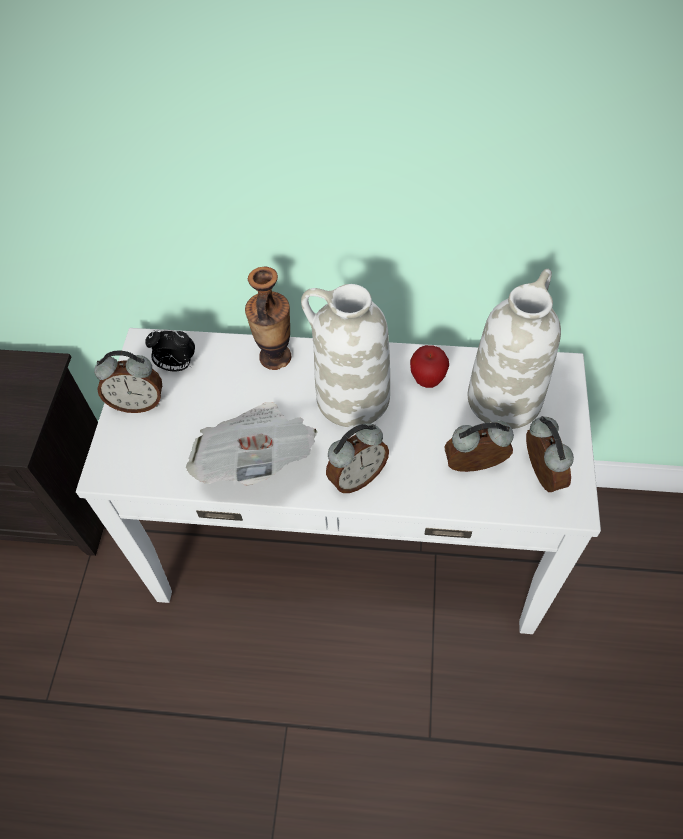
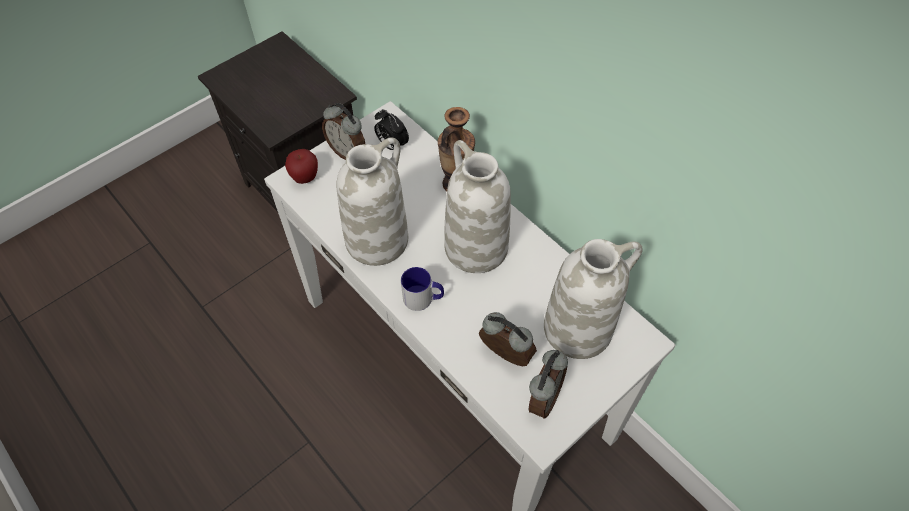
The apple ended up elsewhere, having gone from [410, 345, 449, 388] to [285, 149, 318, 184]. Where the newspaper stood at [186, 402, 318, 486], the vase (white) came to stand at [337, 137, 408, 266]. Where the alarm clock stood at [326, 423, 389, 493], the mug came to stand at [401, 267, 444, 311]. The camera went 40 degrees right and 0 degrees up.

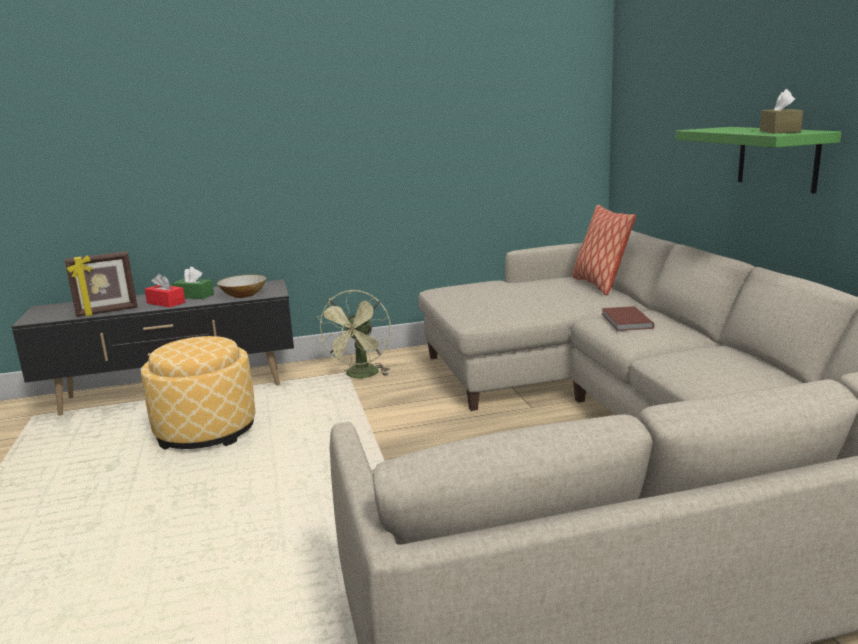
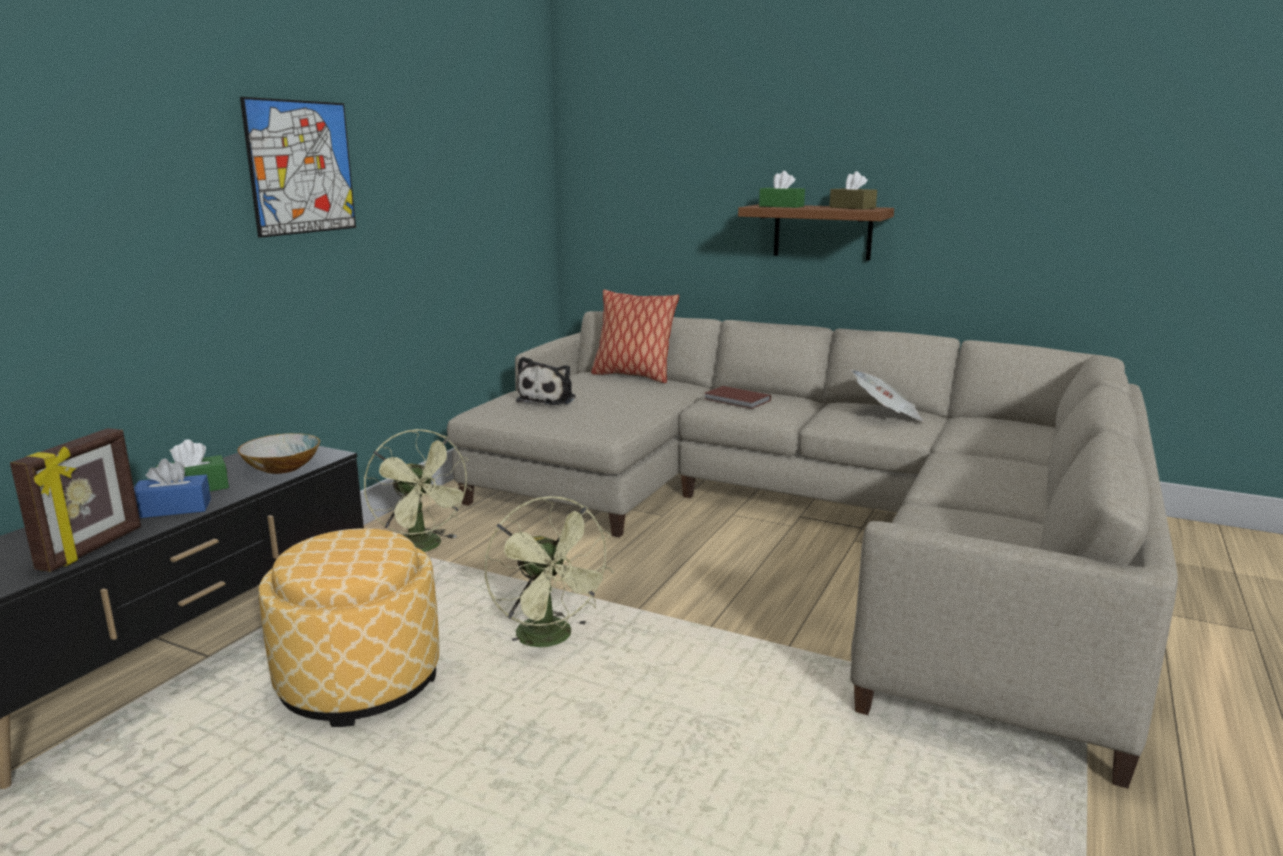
What was the shelf (green) at [675, 127, 841, 193] turned into the shelf (brown) at [738, 204, 894, 261]. What was the tissue box (red) at [145, 274, 185, 307] turned into the tissue box (blue) at [134, 458, 211, 518]. The second view gained the picture at [240, 97, 356, 238]. The second view gained the tissue box (green) at [759, 171, 805, 208]. The second view gained the plush toy at [516, 357, 576, 405]. The second view gained the newspaper at [850, 369, 924, 421]. The second view gained the fan (green) at [485, 496, 614, 647]. The camera went 50 degrees left and 0 degrees up.

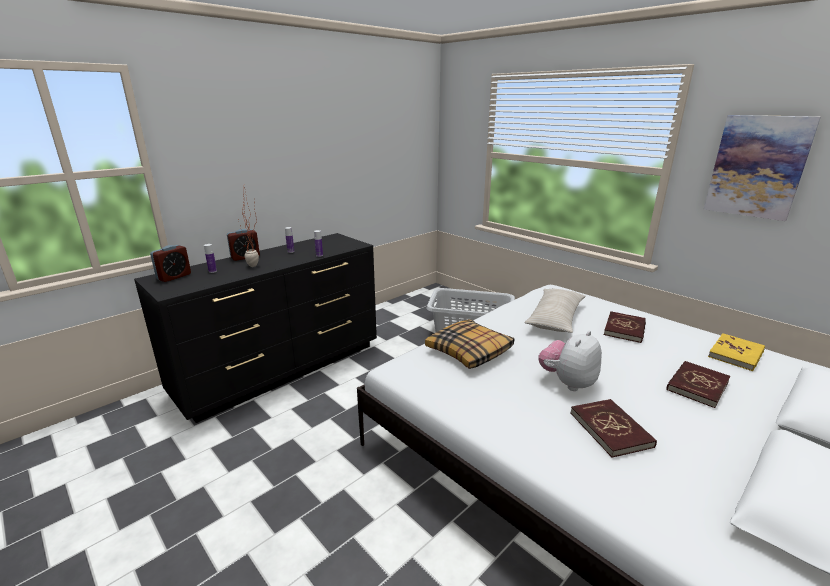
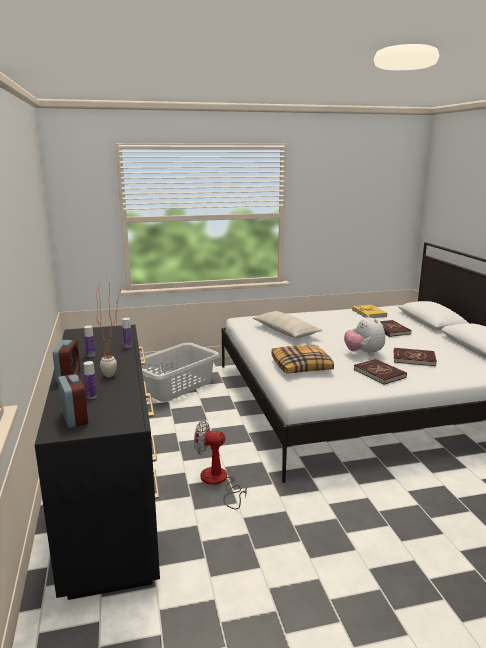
The second view lost the picture at [704, 115, 821, 221]. The book (red) ended up elsewhere, having gone from [604, 311, 646, 343] to [354, 359, 407, 385]. The second view gained the fan at [194, 420, 247, 509]. The camera went 60 degrees left and 5 degrees down.

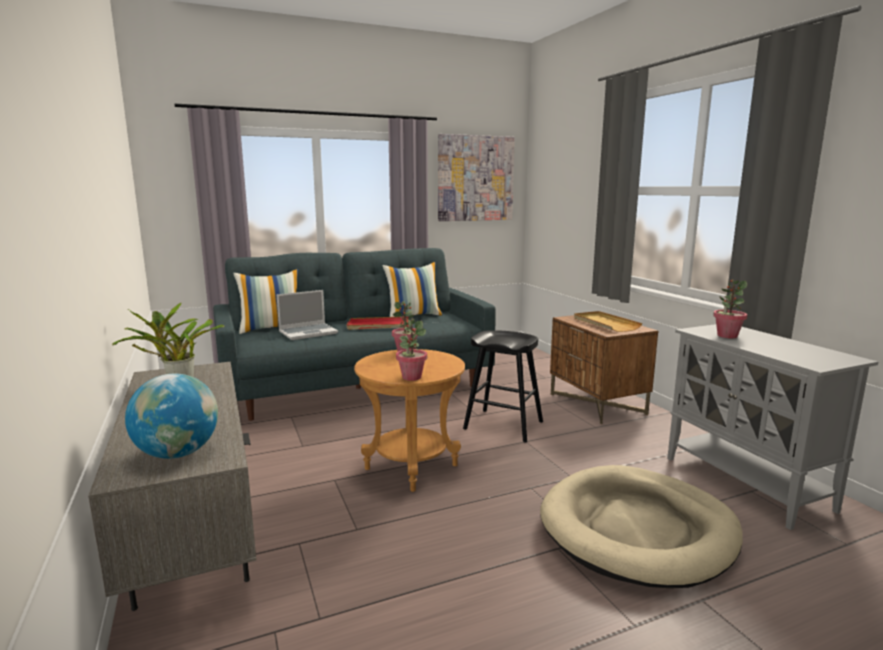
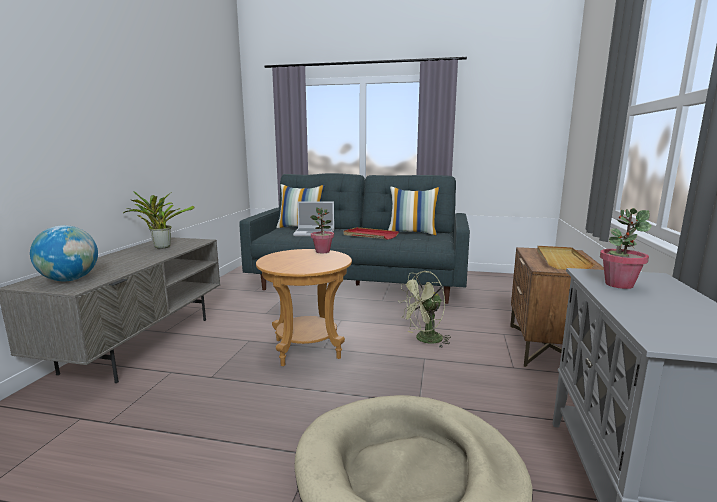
The second view lost the picture at [438, 134, 515, 221]. The second view lost the potted plant at [396, 319, 427, 381]. Where the stool (black) stood at [463, 330, 543, 443], the fan (green) came to stand at [398, 271, 451, 347]. The camera went 35 degrees right and 0 degrees up.

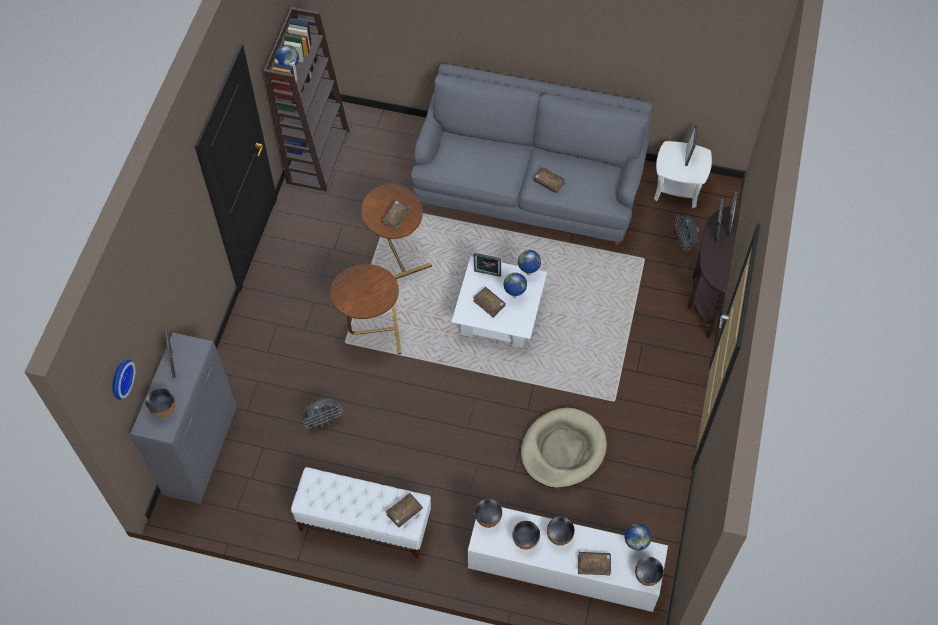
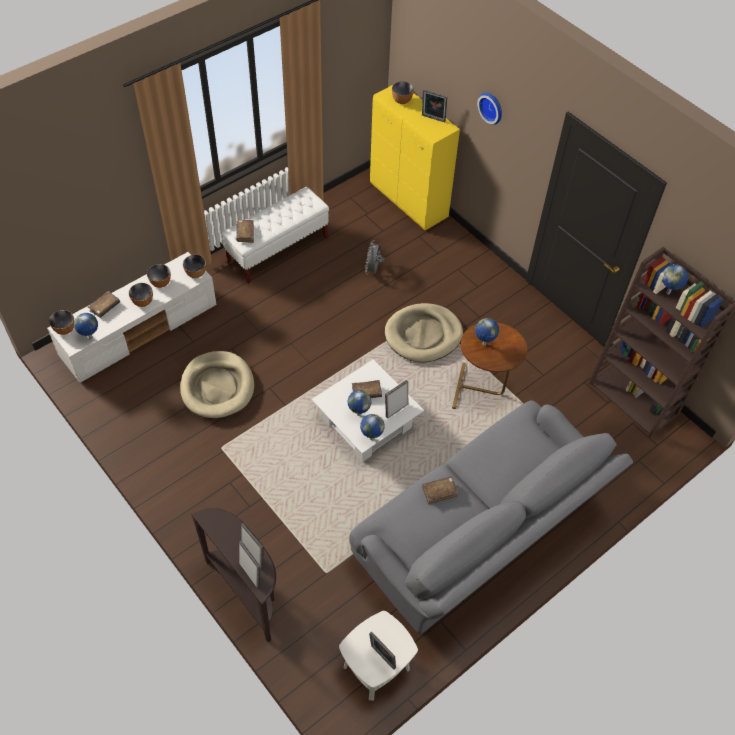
Where the book (brown) stood at [381, 200, 411, 231], the globe came to stand at [475, 318, 499, 346]. The second view lost the fan (grey) at [675, 214, 699, 252]. Where the side table (brown) stood at [330, 264, 401, 354], the dog bed (beige) came to stand at [385, 303, 463, 362]. What was the cabinet (grey) at [130, 333, 237, 504] turned into the cabinet (yellow) at [370, 85, 460, 230]. The wall clock ended up elsewhere, having gone from [112, 359, 136, 400] to [477, 93, 502, 124]. The camera went 125 degrees right and 5 degrees down.

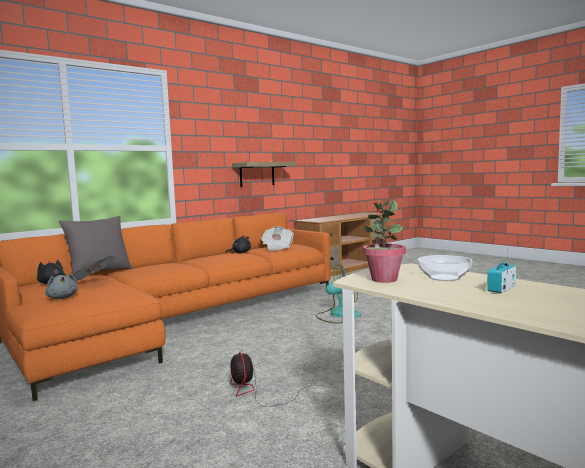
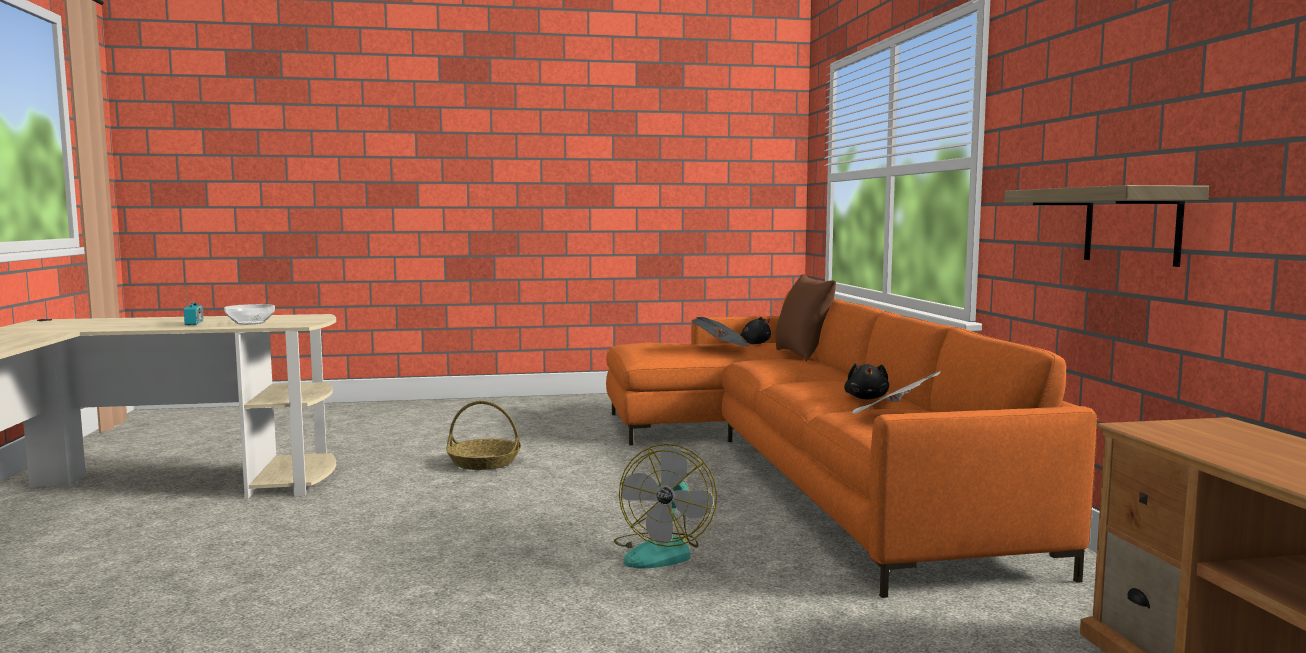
The second view lost the potted plant at [363, 200, 406, 283]. What was the pillow (grey) at [59, 216, 132, 275] turned into the pillow (brown) at [775, 274, 836, 361]. The second view lost the plush toy (grey) at [45, 274, 77, 299]. Where the fan stood at [230, 352, 314, 407], the basket came to stand at [446, 401, 521, 470]. The camera went 120 degrees right and 0 degrees up.

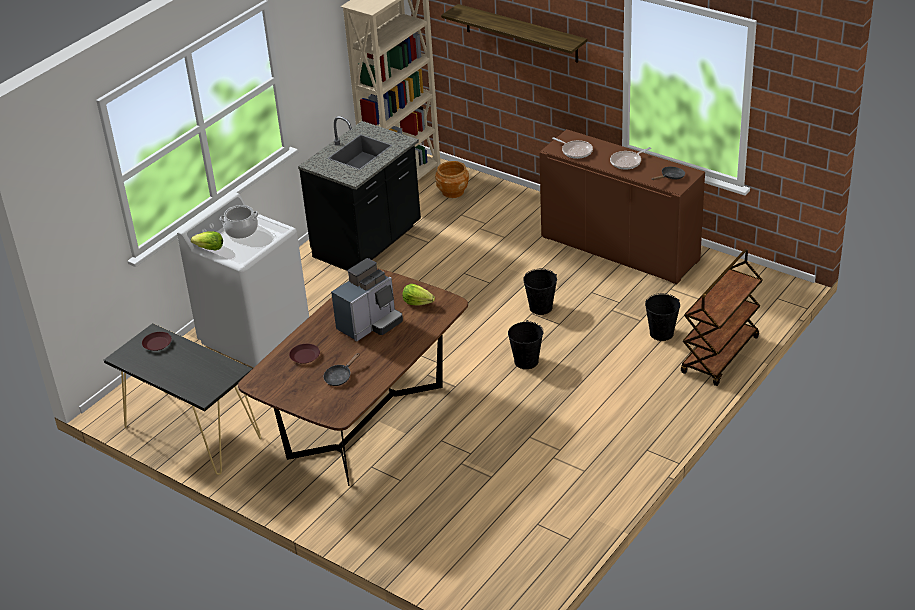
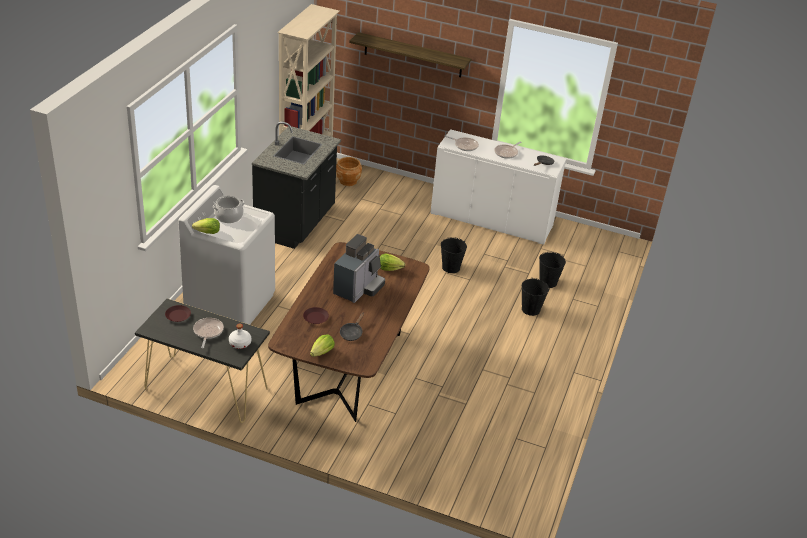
What was the cabinet (brown) at [539, 129, 705, 284] turned into the cabinet (white) at [430, 129, 566, 245]. The second view lost the cart (brown) at [681, 249, 763, 386]. The bucket (black) ended up elsewhere, having gone from [508, 320, 544, 369] to [522, 277, 549, 316]. The second view gained the frying pan at [193, 318, 224, 348]. The second view gained the bottle (white) at [229, 324, 251, 349]. The second view gained the lettuce at [310, 335, 335, 357]. The camera went 20 degrees left and 0 degrees up.

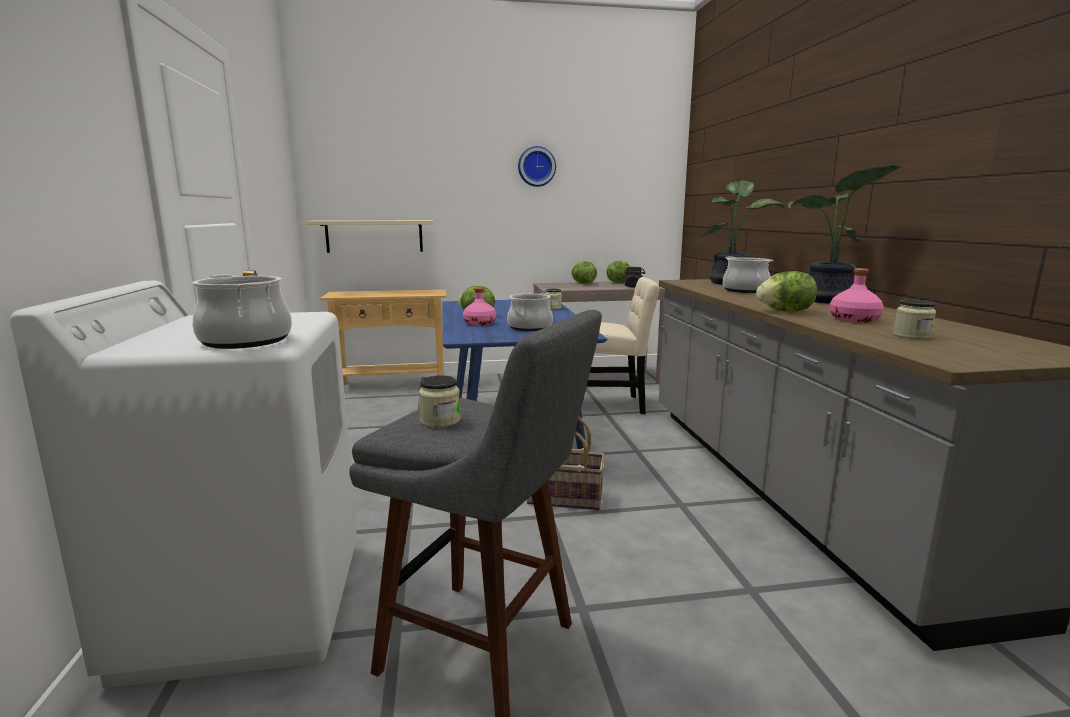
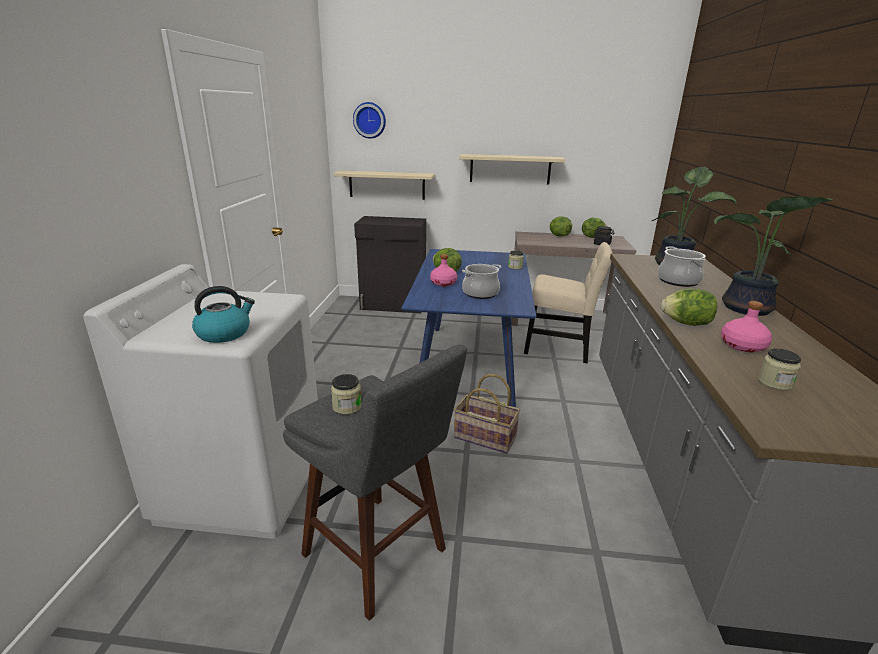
The wall clock ended up elsewhere, having gone from [518, 146, 556, 187] to [353, 102, 386, 139]. Where the cooking pot stood at [192, 274, 292, 349], the kettle came to stand at [192, 286, 255, 343]. Where the console table (beige) stood at [320, 290, 447, 384], the cabinet (black) came to stand at [354, 216, 426, 313]. The second view gained the shelf (beige) at [459, 154, 565, 185]. The camera went 15 degrees right and 10 degrees up.

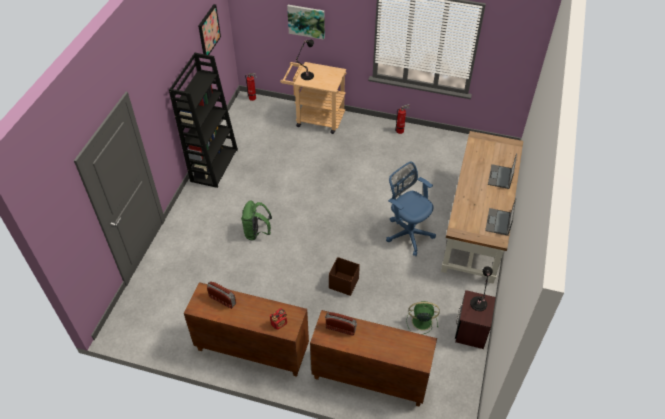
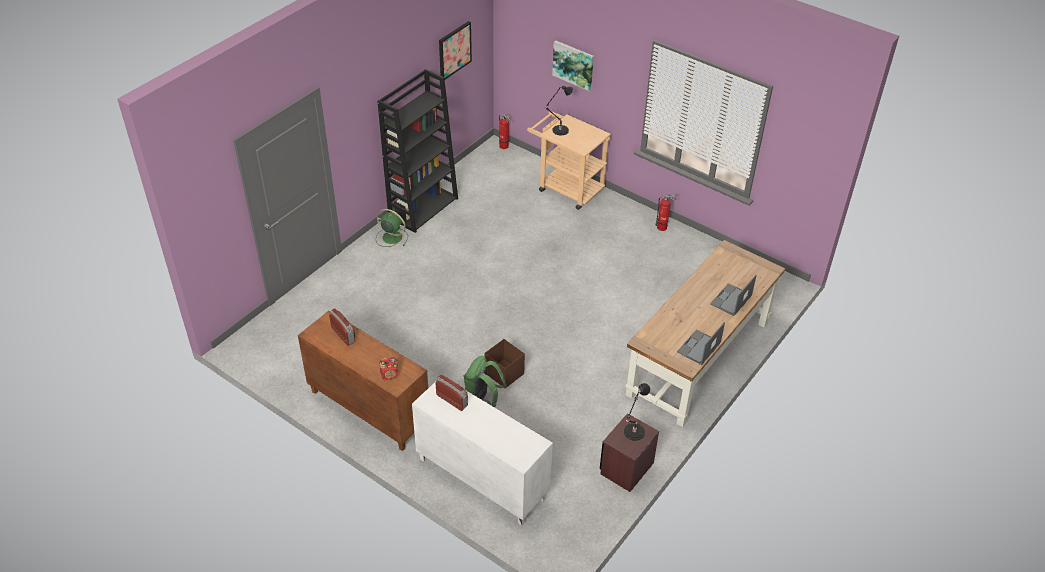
The second view lost the office chair (blue) at [386, 162, 436, 256]. The backpack (green) ended up elsewhere, having gone from [241, 200, 272, 241] to [463, 356, 506, 407]. The fan (green) ended up elsewhere, having gone from [406, 301, 440, 334] to [376, 209, 408, 247]. What was the cabinet (brown) at [310, 310, 437, 407] turned into the cabinet (white) at [412, 383, 553, 526]. The camera went 20 degrees right and 5 degrees down.

